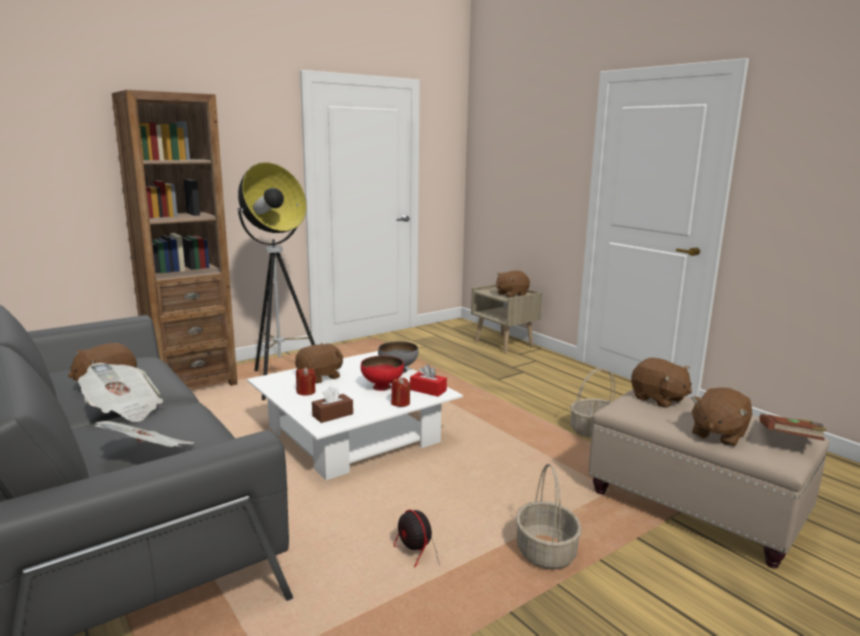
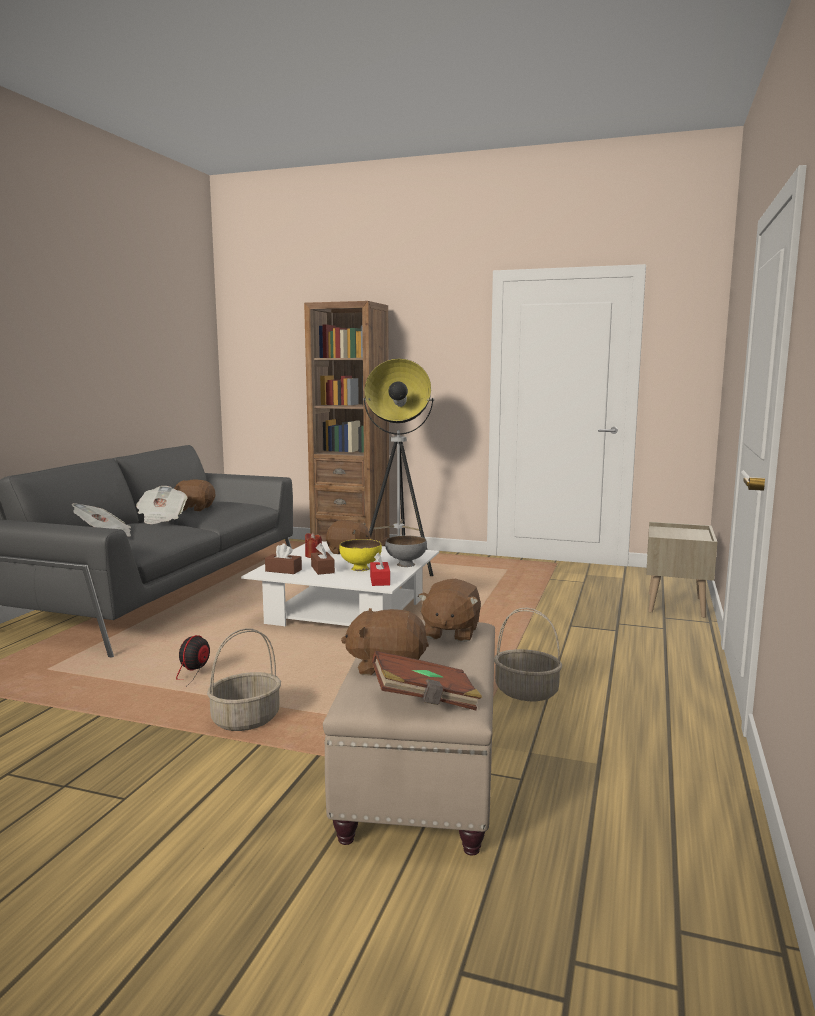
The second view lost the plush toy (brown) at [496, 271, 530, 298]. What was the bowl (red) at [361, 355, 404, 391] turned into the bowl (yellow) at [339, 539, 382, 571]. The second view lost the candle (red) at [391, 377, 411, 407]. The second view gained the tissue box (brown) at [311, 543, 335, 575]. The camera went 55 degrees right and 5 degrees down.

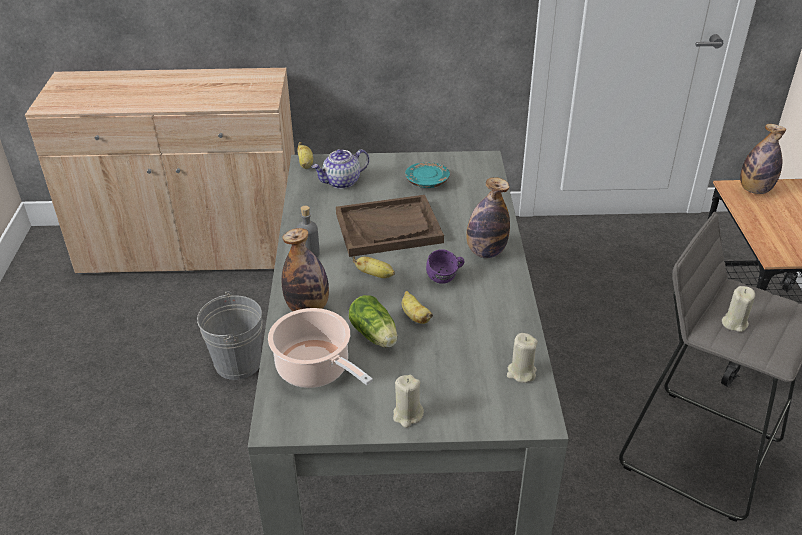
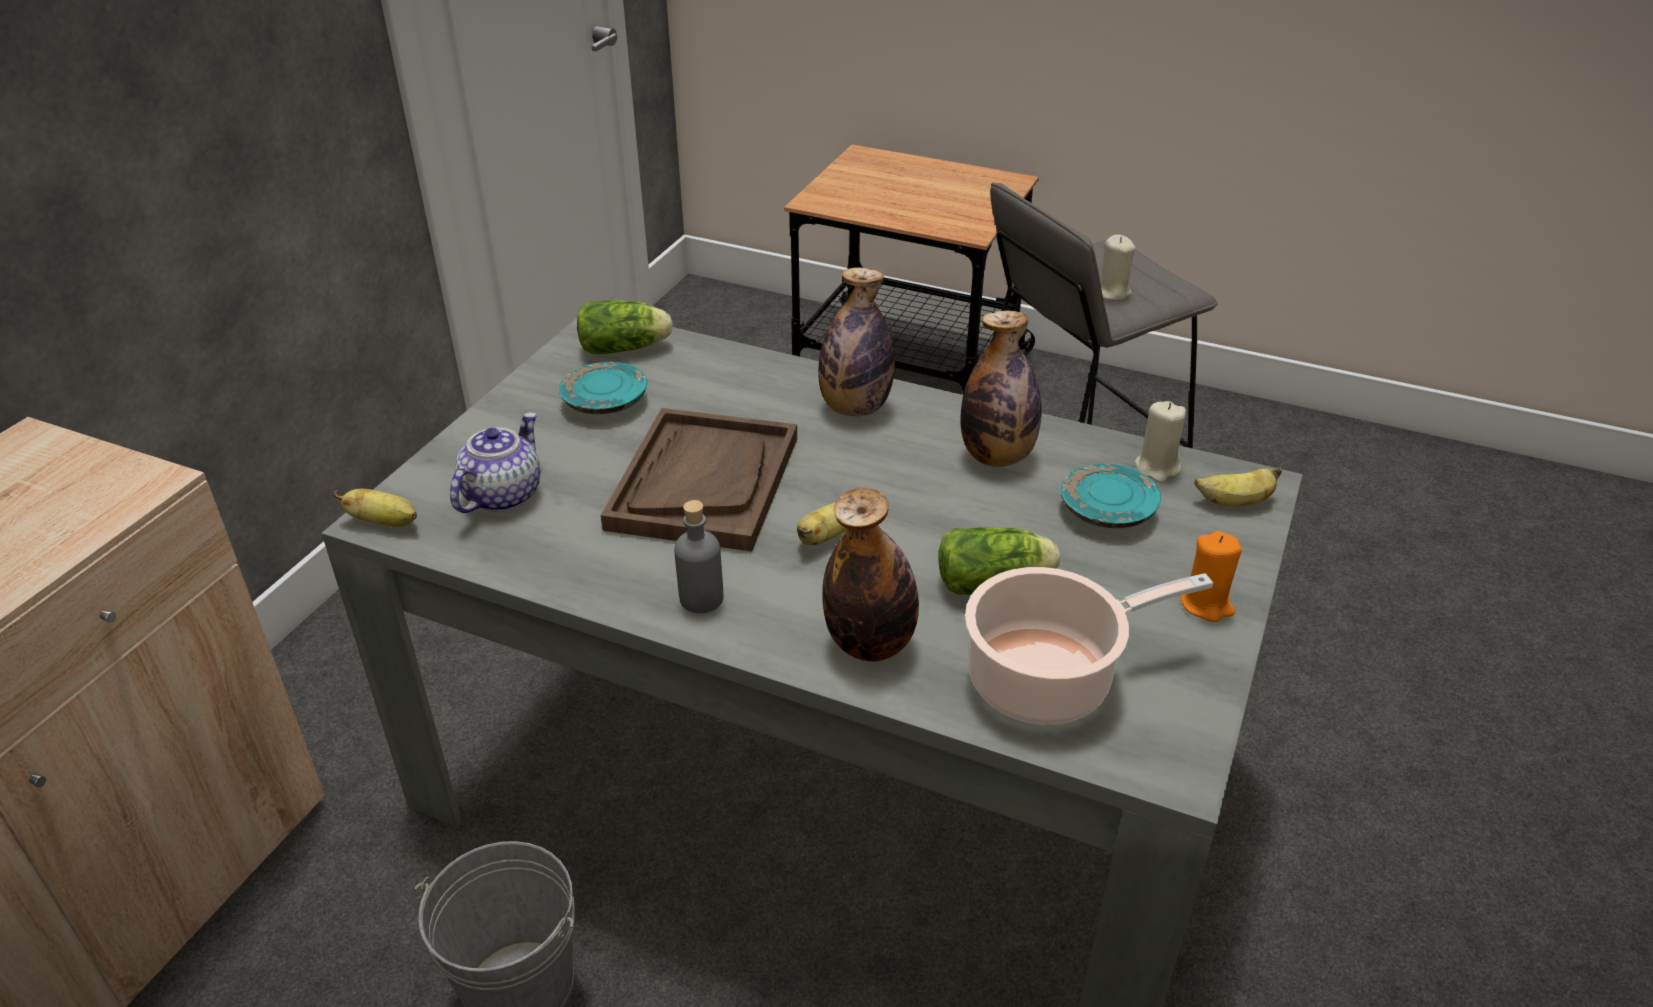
The bottle ended up elsewhere, having gone from [740, 124, 786, 194] to [960, 311, 1042, 467]. The teapot at [312, 149, 369, 189] ended up facing another way, 150 degrees counterclockwise from before. The second view lost the mug (purple) at [426, 249, 465, 284]. The banana ended up elsewhere, having gone from [402, 291, 433, 324] to [1194, 467, 1282, 507]. What was the candle (beige) at [393, 375, 424, 428] turned into the candle (orange) at [1180, 531, 1242, 622]. The second view gained the lettuce at [577, 300, 673, 354]. The second view gained the plate (turquoise) at [1061, 464, 1161, 528]. The camera went 65 degrees left and 0 degrees up.

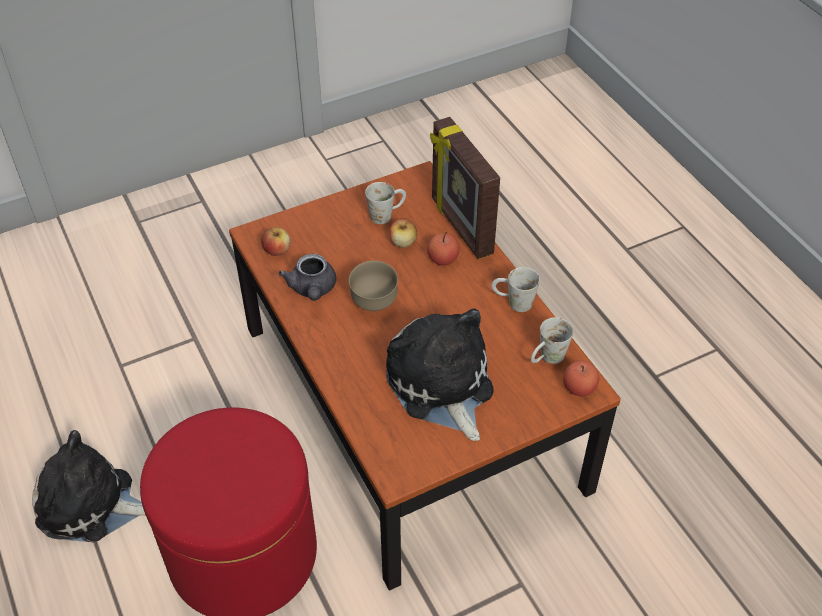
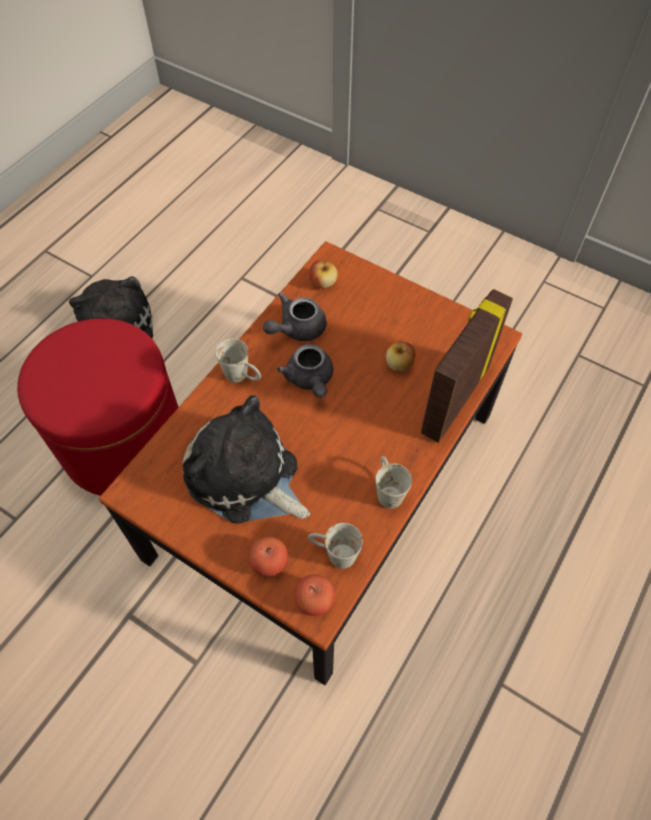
The mug (white) ended up elsewhere, having gone from [365, 182, 406, 224] to [216, 339, 261, 383]. The apple ended up elsewhere, having gone from [427, 232, 460, 266] to [249, 537, 288, 577]. Where the bowl (brown) stood at [349, 261, 398, 311], the teapot (grey) came to stand at [277, 344, 333, 398]. The plush toy at [386, 308, 494, 441] ended up facing another way, 90 degrees counterclockwise from before. The camera went 60 degrees right and 10 degrees up.

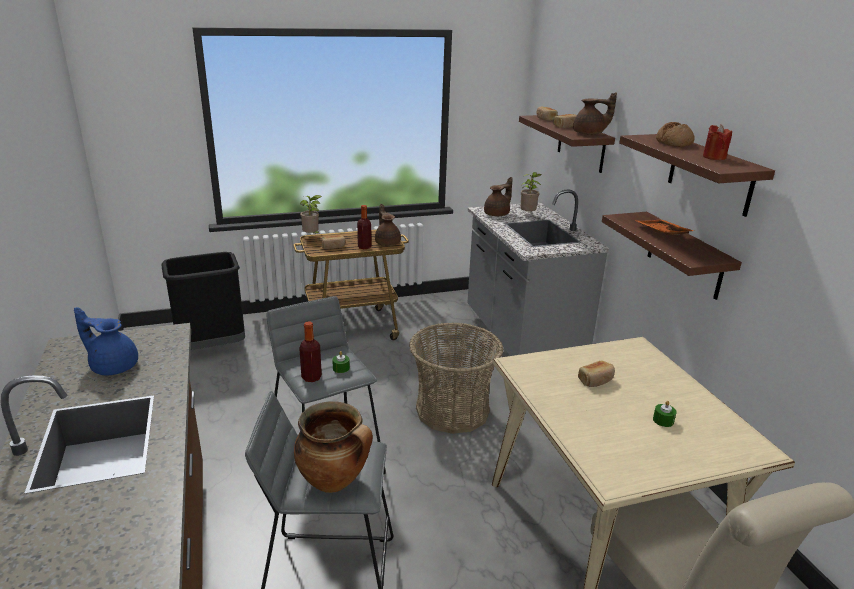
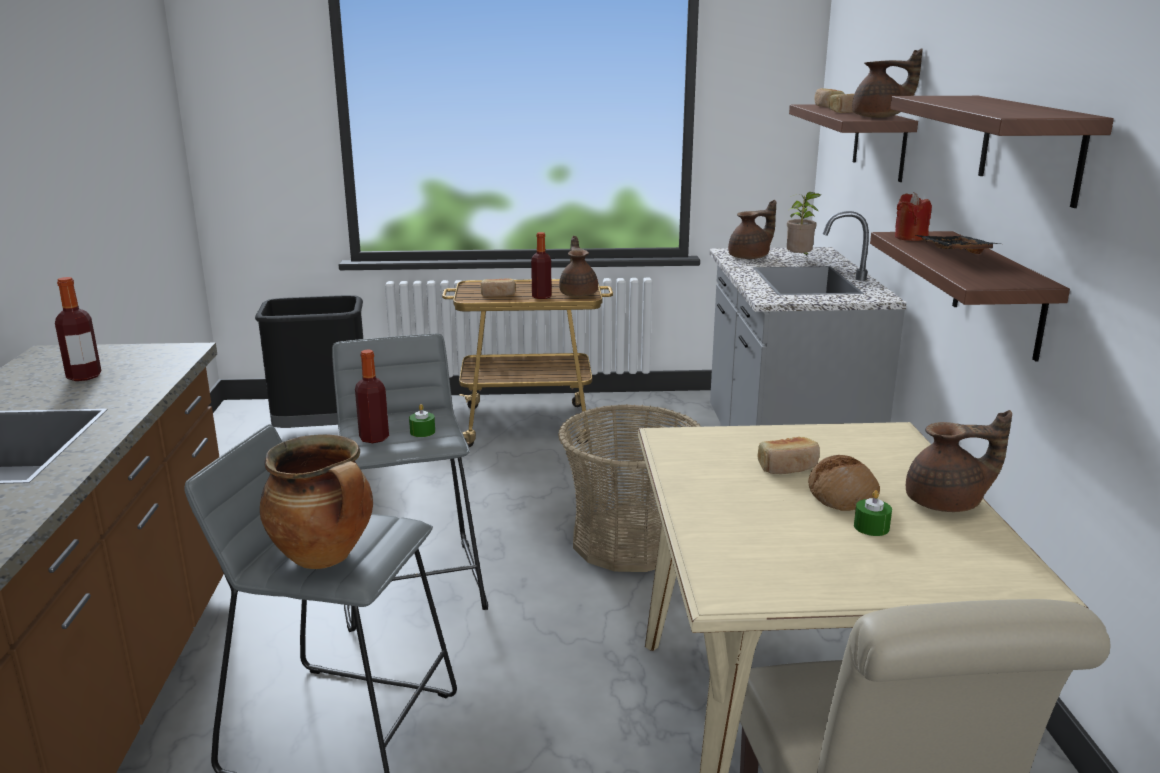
The bread ended up elsewhere, having gone from [656, 122, 695, 147] to [808, 455, 880, 511]. The candle (red) ended up elsewhere, having gone from [703, 124, 732, 160] to [895, 192, 932, 241]. The second view lost the potted plant at [300, 195, 322, 234]. What was the tray (orange) at [635, 220, 694, 235] turned into the tray (black) at [916, 235, 999, 254]. Where the teapot (blue) stood at [74, 307, 138, 376], the bottle came to stand at [55, 277, 101, 381]. The second view gained the teapot (brown) at [906, 410, 1012, 512]. The camera went 15 degrees right and 5 degrees down.

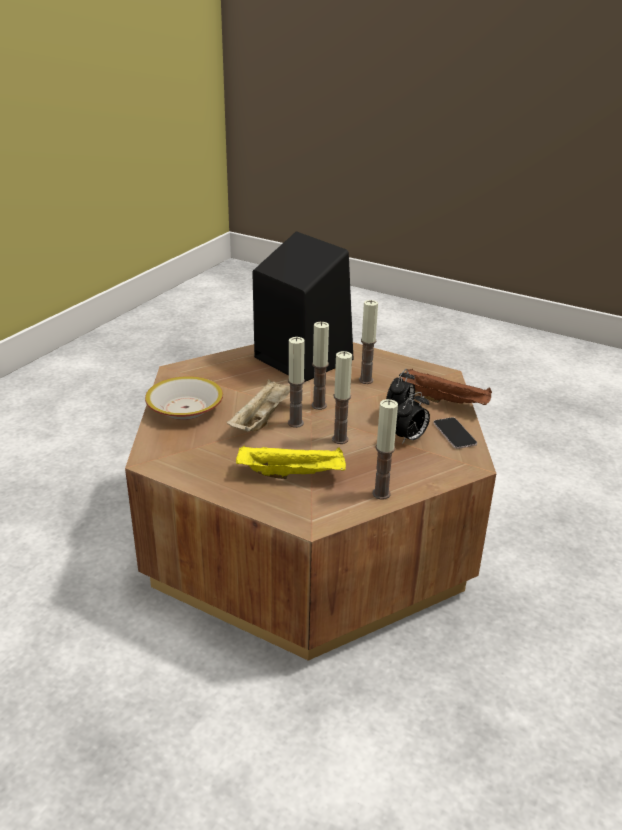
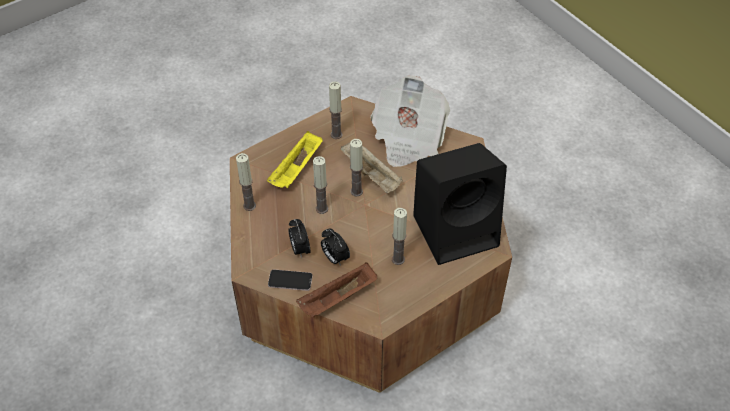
The candle ended up elsewhere, having gone from [311, 322, 329, 410] to [329, 81, 342, 139]. Where the bowl stood at [145, 376, 223, 420], the newspaper came to stand at [371, 76, 450, 167]. The camera went 115 degrees right and 20 degrees up.

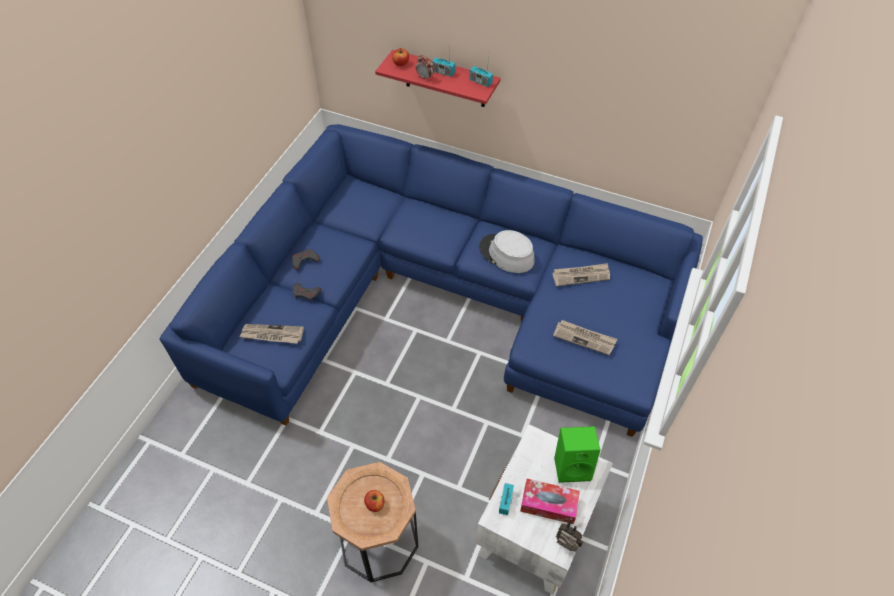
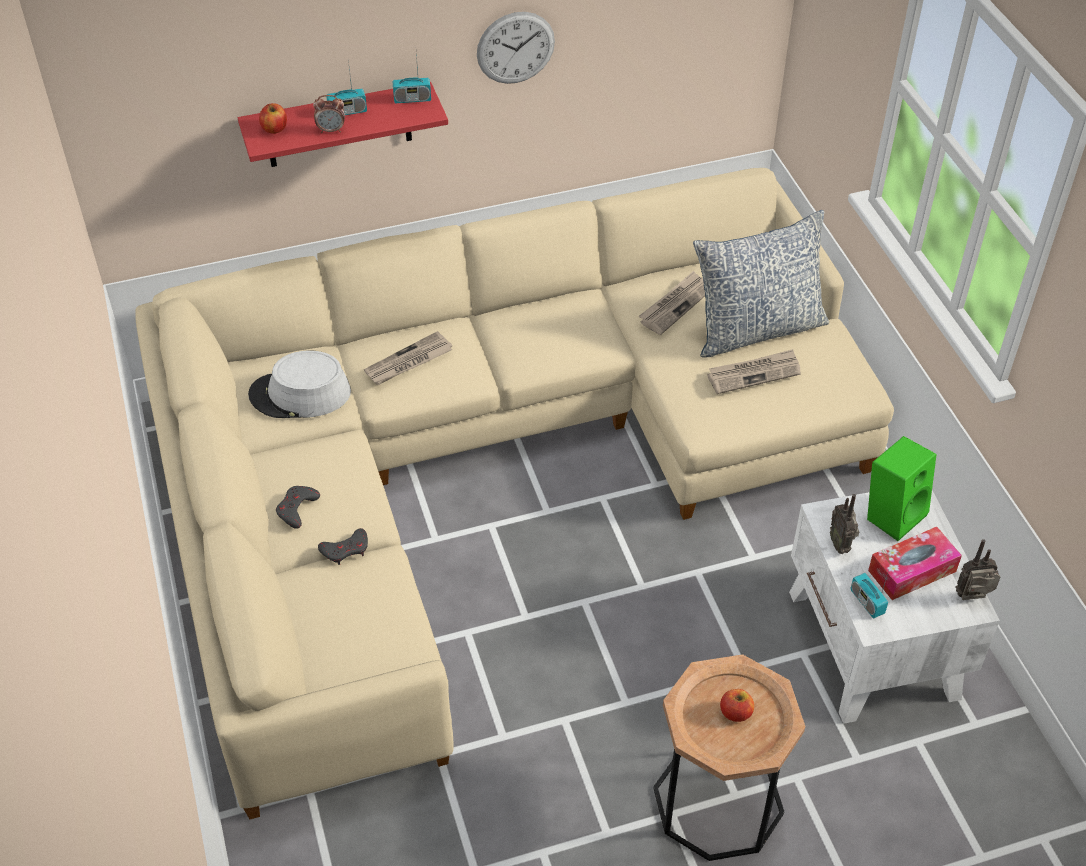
What was the sofa (blue) at [160, 124, 703, 437] turned into the sofa (beige) at [135, 168, 894, 819]. The hat (grey) ended up elsewhere, having gone from [479, 230, 535, 273] to [248, 351, 351, 418]. The newspaper ended up elsewhere, having gone from [239, 324, 304, 344] to [364, 331, 452, 385]. The second view gained the wall clock at [477, 12, 555, 84]. The second view gained the pillow at [693, 210, 829, 357]. The second view gained the radio at [830, 494, 860, 554]. The camera went 40 degrees left and 5 degrees down.

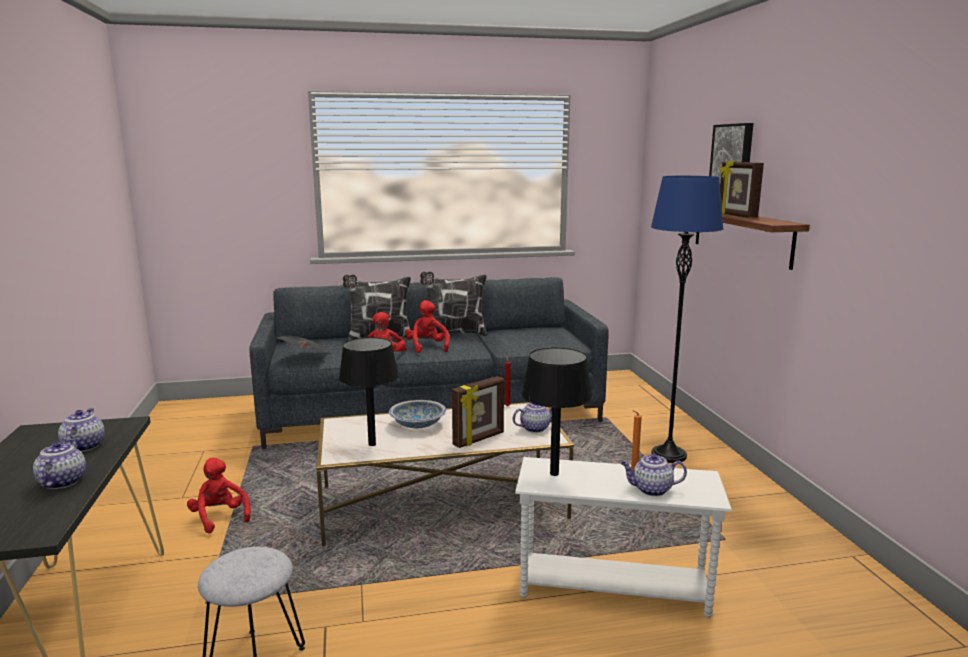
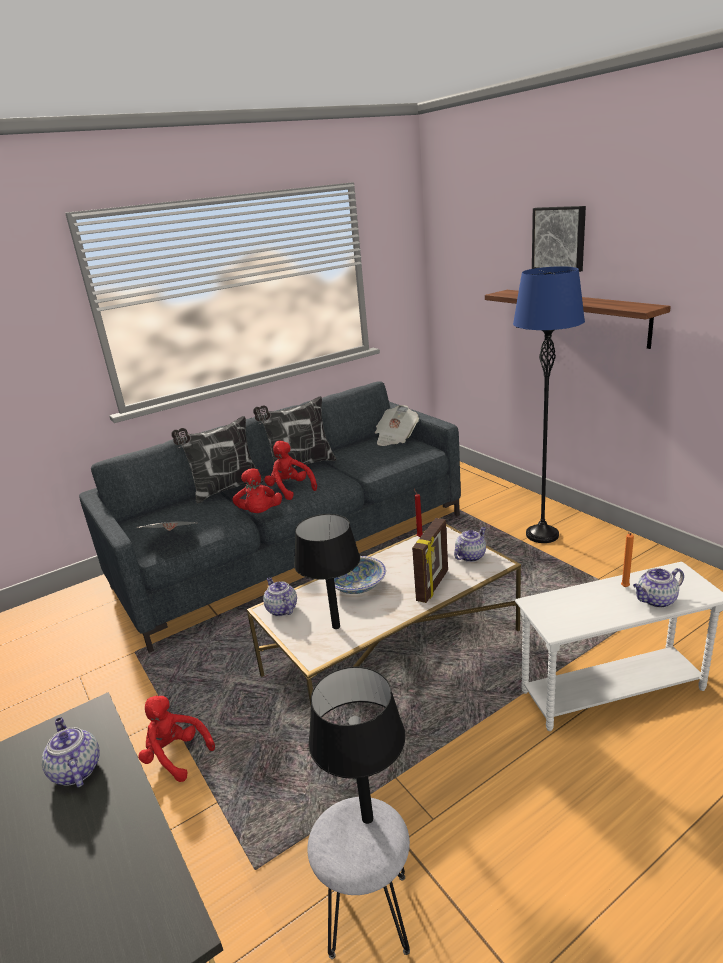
The second view lost the picture frame at [720, 160, 764, 218]. The table lamp (black) ended up elsewhere, having gone from [522, 347, 592, 476] to [308, 666, 406, 824]. The teapot ended up elsewhere, having gone from [33, 438, 86, 489] to [263, 577, 297, 617]. The second view gained the newspaper at [375, 405, 419, 446]. The camera went 20 degrees left and 10 degrees up.

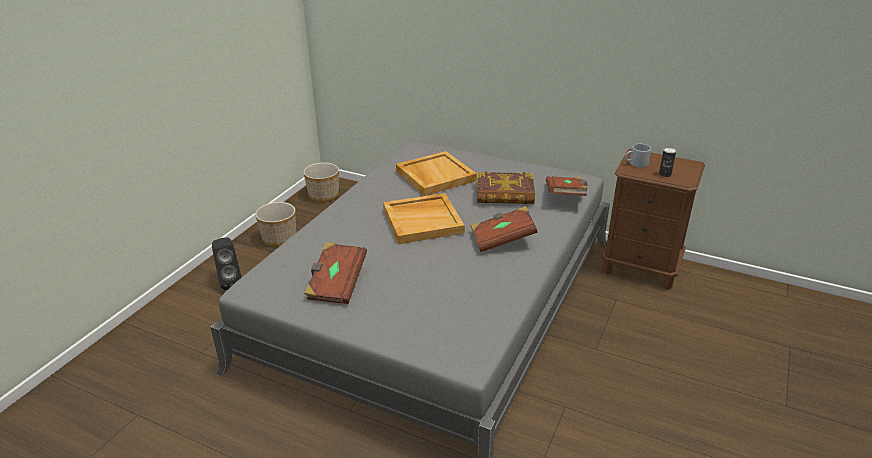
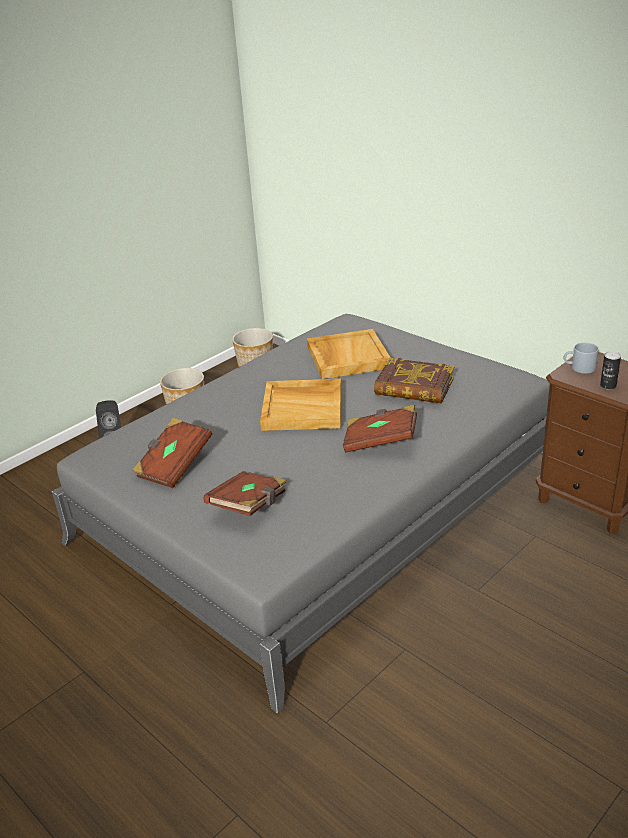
The book (brown) ended up elsewhere, having gone from [546, 176, 588, 196] to [204, 471, 287, 516]. The camera went 20 degrees right and 0 degrees up.

